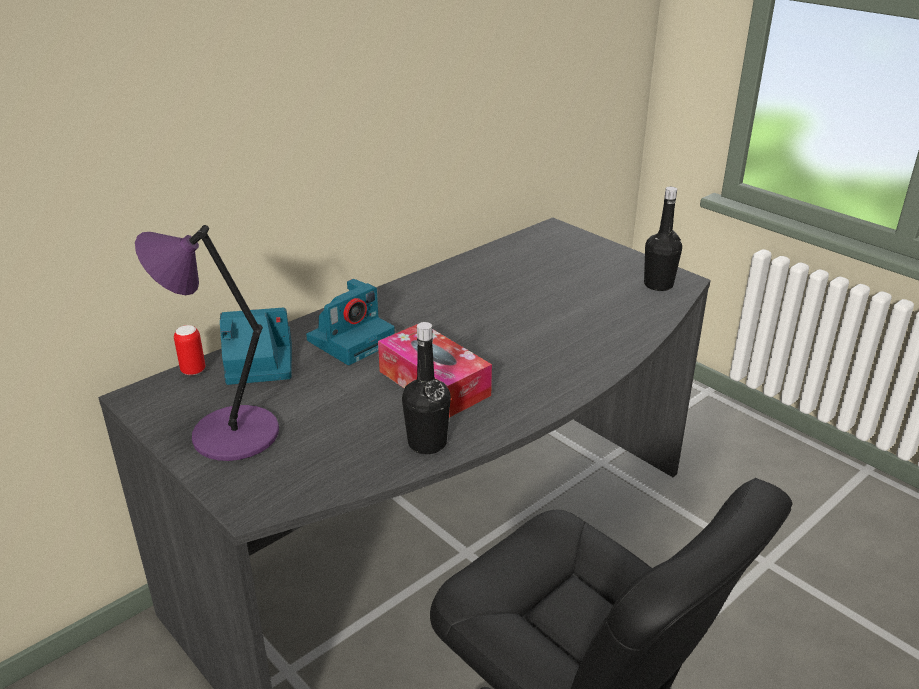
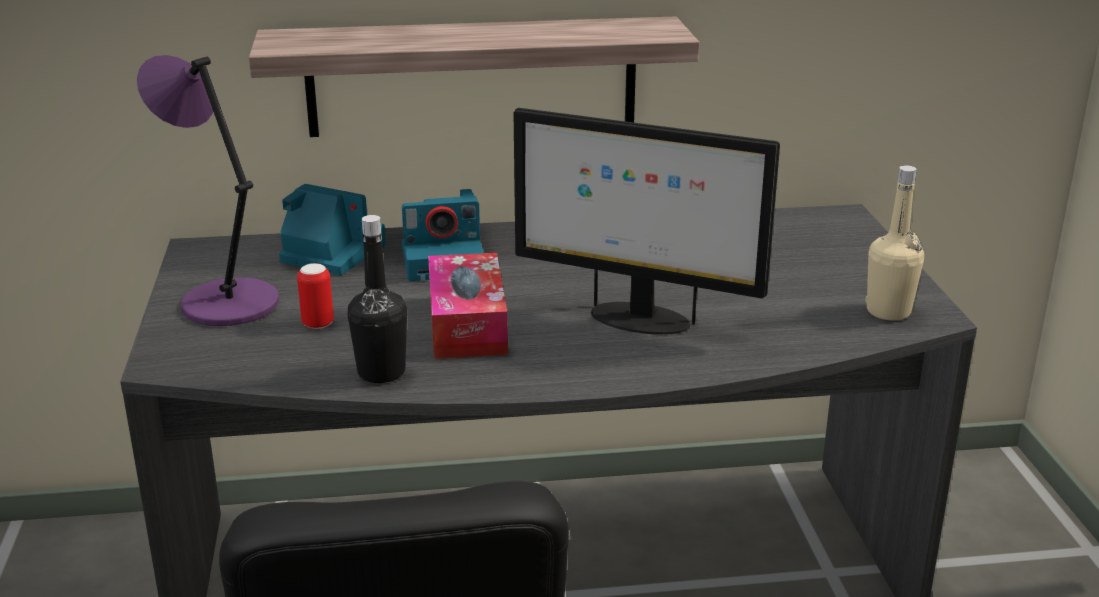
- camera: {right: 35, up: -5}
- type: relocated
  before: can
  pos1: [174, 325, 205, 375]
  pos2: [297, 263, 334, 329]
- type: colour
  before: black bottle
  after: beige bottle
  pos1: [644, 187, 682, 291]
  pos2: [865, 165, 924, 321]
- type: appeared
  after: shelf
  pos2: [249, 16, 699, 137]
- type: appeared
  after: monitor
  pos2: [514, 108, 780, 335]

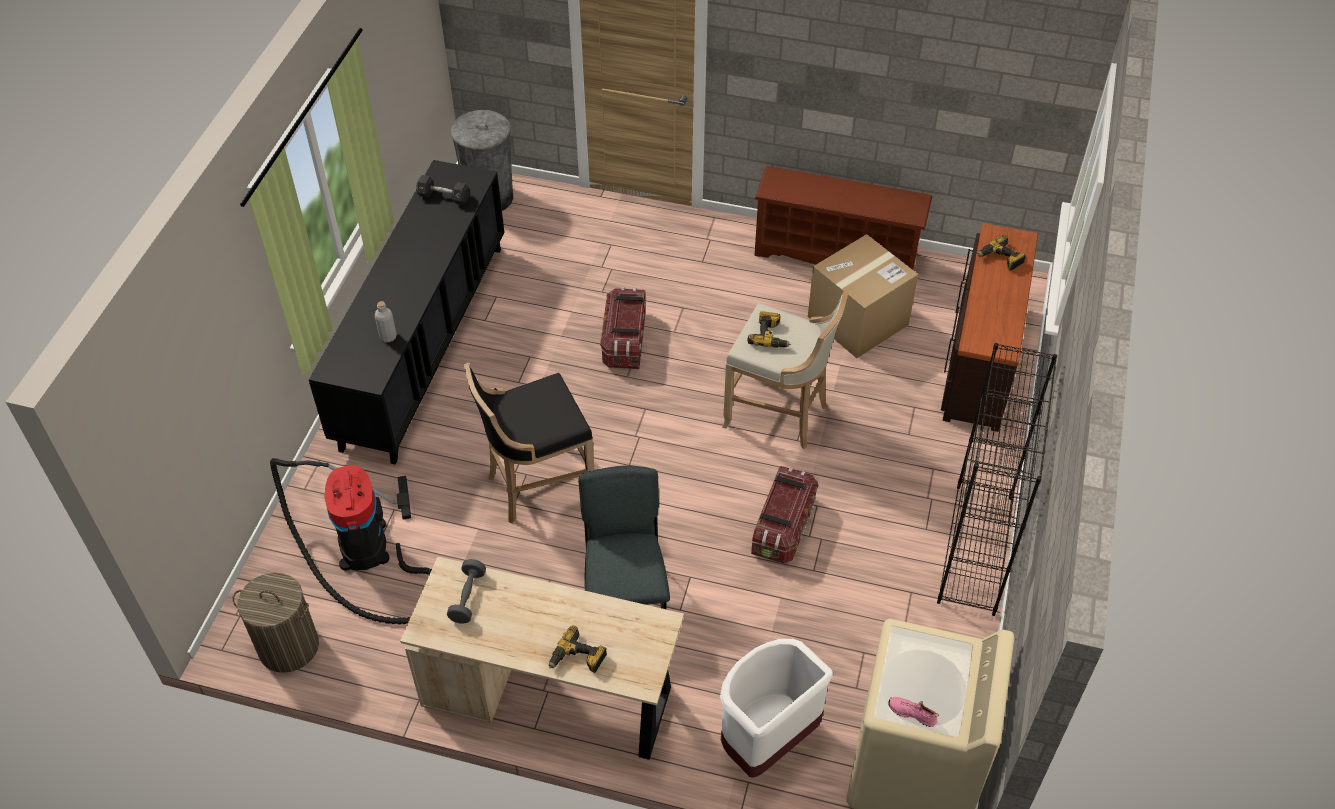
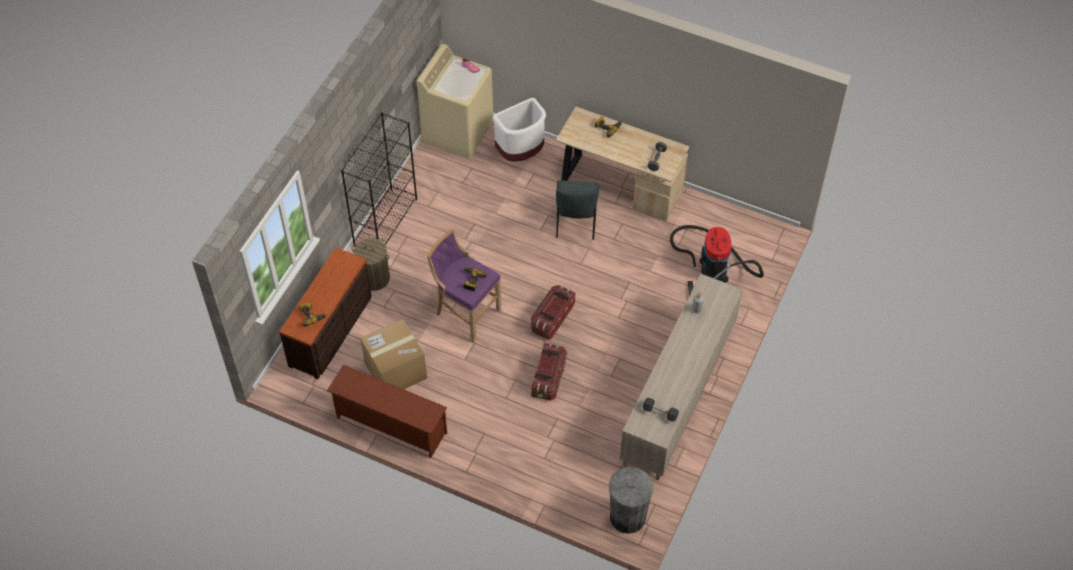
- camera: {right: -170, up: 5}
- type: relocated
  before: laundry basket
  pos1: [232, 573, 319, 673]
  pos2: [352, 238, 390, 291]
- type: colour
  before: black cabinet
  after: beige cabinet
  pos1: [309, 160, 505, 465]
  pos2: [620, 274, 743, 481]
- type: missing
  before: black stool
  pos1: [464, 363, 594, 524]
- type: colour
  before: beige stool
  after: purple stool
  pos1: [722, 290, 849, 449]
  pos2: [427, 229, 502, 343]
- type: relocated
  before: storage box
  pos1: [751, 466, 819, 564]
  pos2: [531, 285, 575, 340]

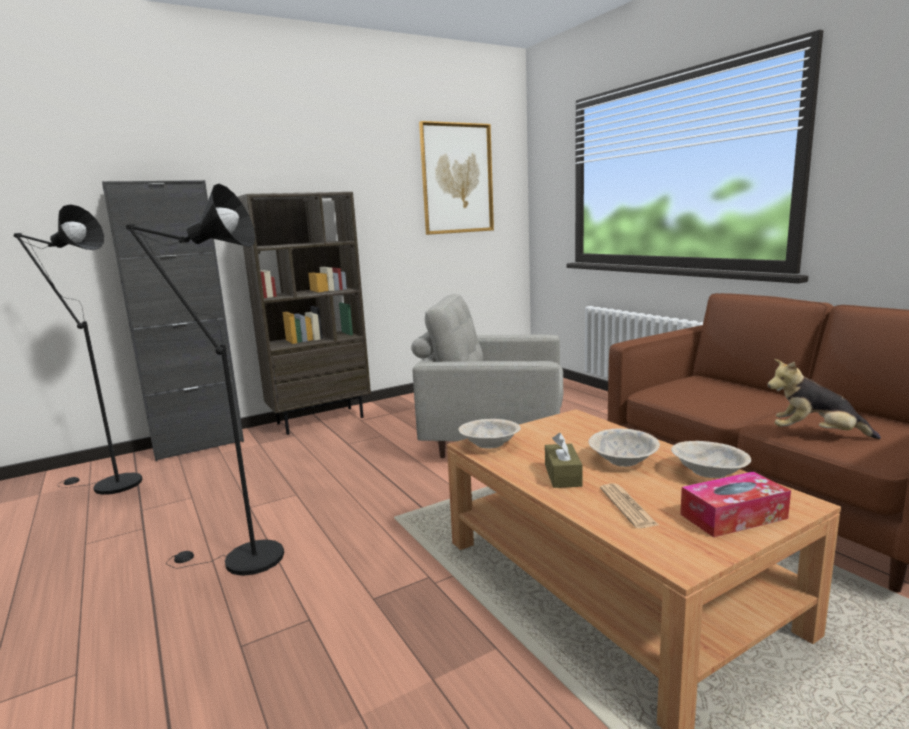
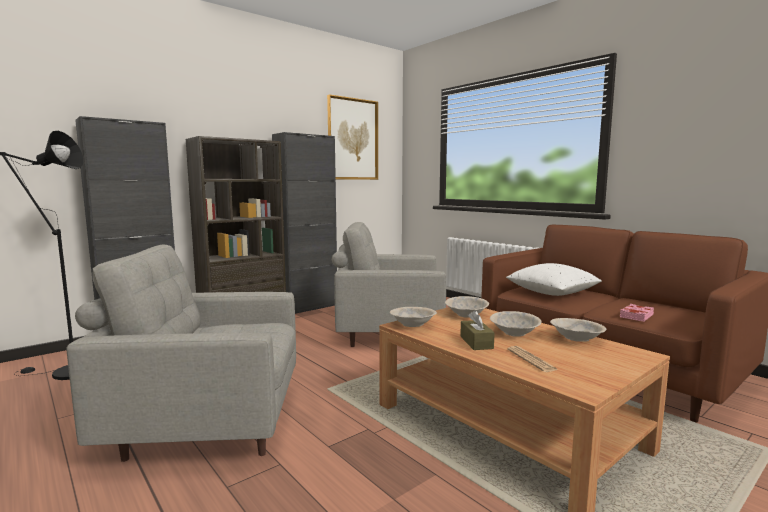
- camera: {right: -10, up: -5}
- type: exchanged
  before: black floor lamp
  after: grey armchair
  pos1: [126, 184, 284, 576]
  pos2: [66, 245, 296, 462]
- type: missing
  before: tissue box
  pos1: [680, 472, 791, 537]
- type: exchanged
  before: plush toy
  after: pink book
  pos1: [768, 359, 881, 439]
  pos2: [619, 304, 654, 322]
- type: appeared
  after: black cabinet
  pos2: [272, 132, 337, 314]
- type: appeared
  after: beige bowl
  pos2: [445, 296, 489, 318]
- type: appeared
  after: white pillow
  pos2: [506, 263, 602, 296]

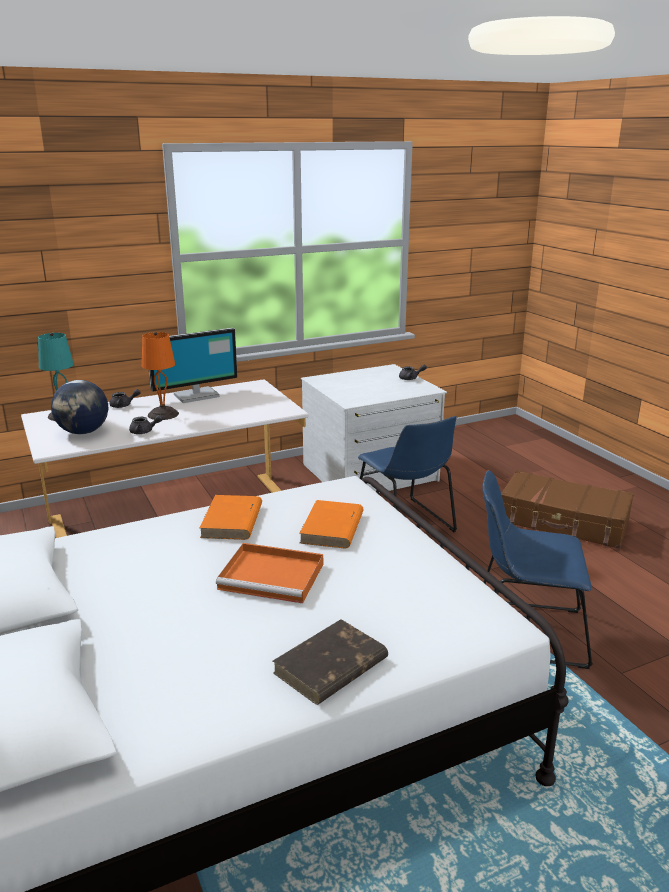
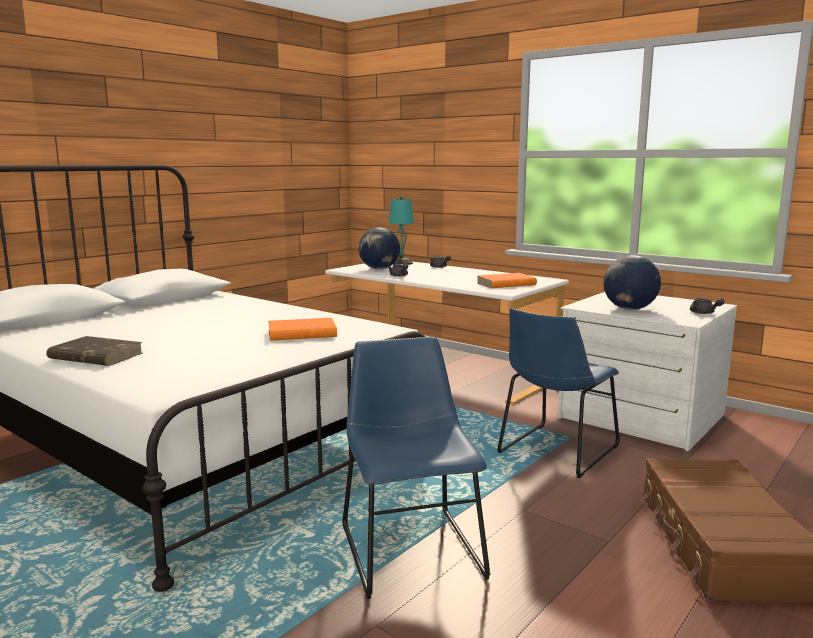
- camera: {right: 65, up: -10}
- type: missing
  before: orange table lamp
  pos1: [142, 332, 179, 420]
- type: missing
  before: monitor
  pos1: [149, 328, 238, 403]
- type: relocated
  before: orange book
  pos1: [199, 495, 262, 540]
  pos2: [477, 273, 537, 288]
- type: missing
  before: orange tray
  pos1: [216, 543, 323, 603]
- type: appeared
  after: globe
  pos2: [603, 255, 661, 310]

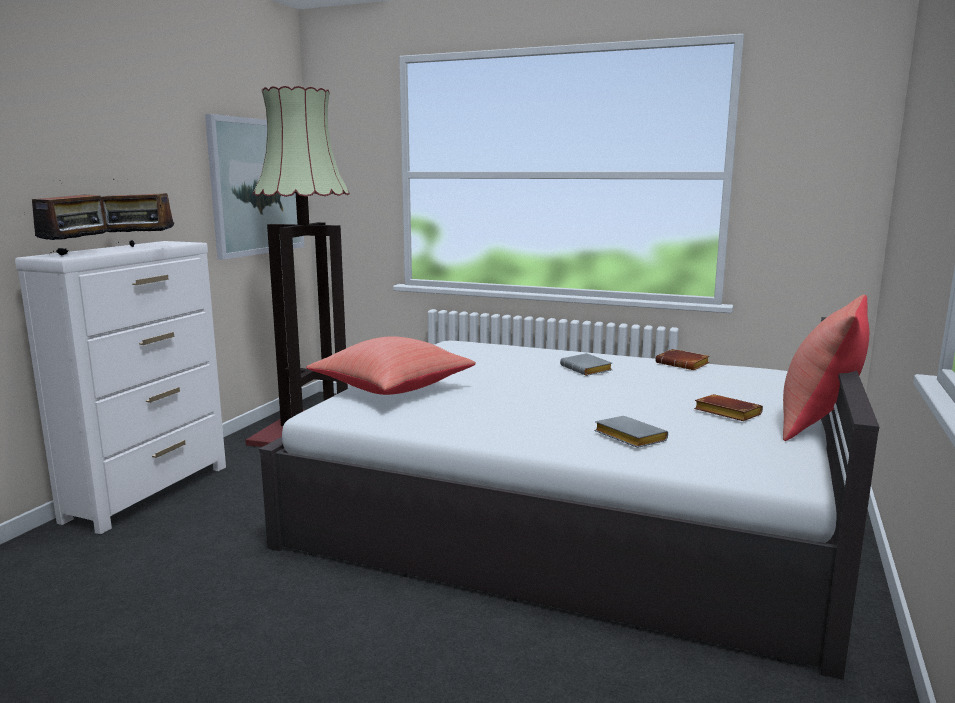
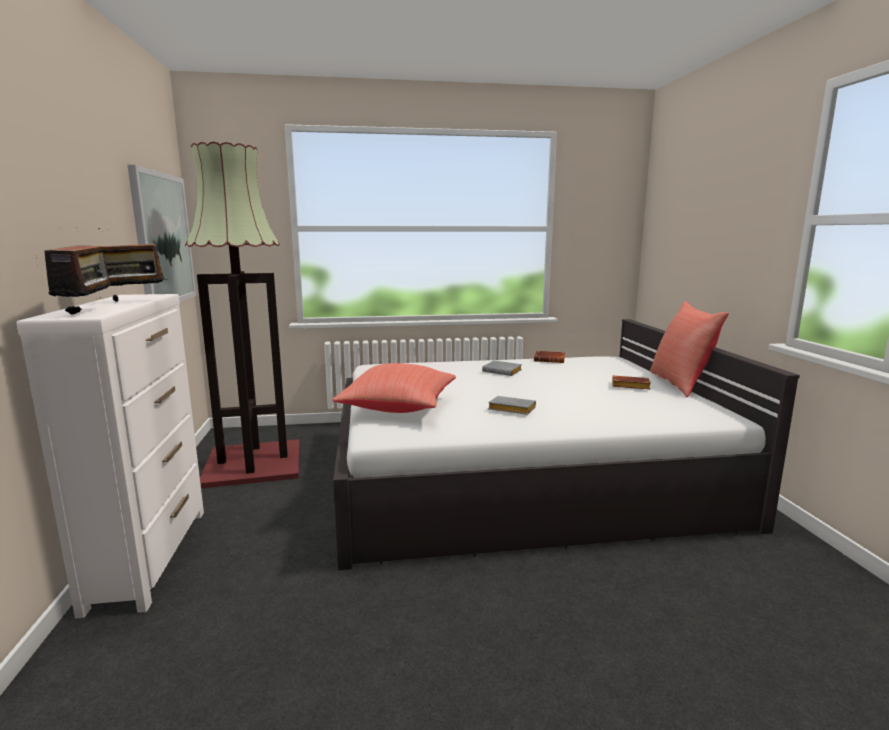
- camera: {right: -30, up: 0}
- type: relocated
  before: grey book
  pos1: [594, 416, 668, 448]
  pos2: [488, 396, 536, 415]

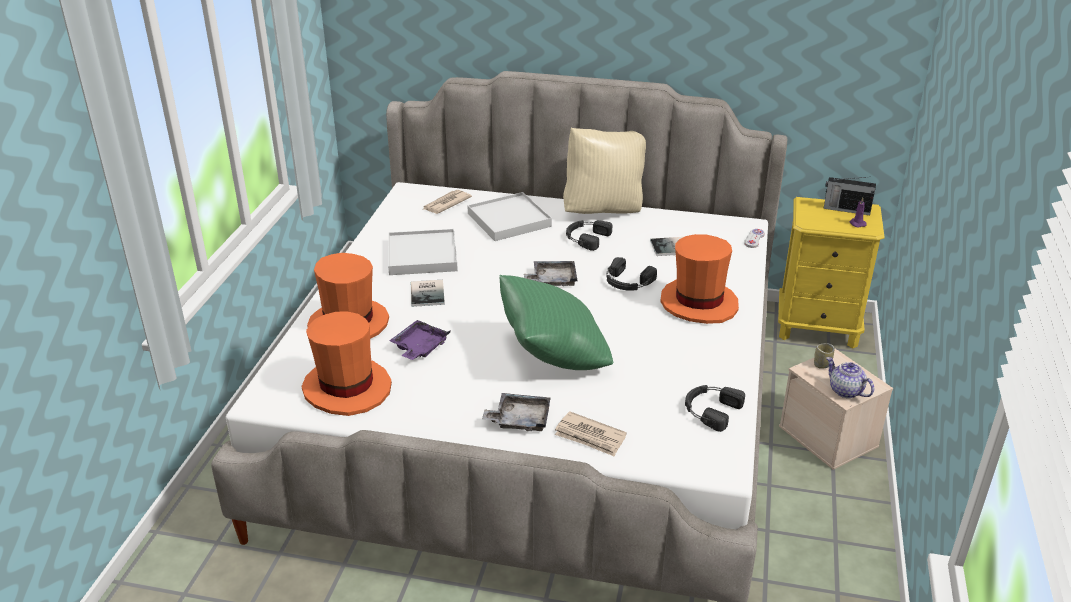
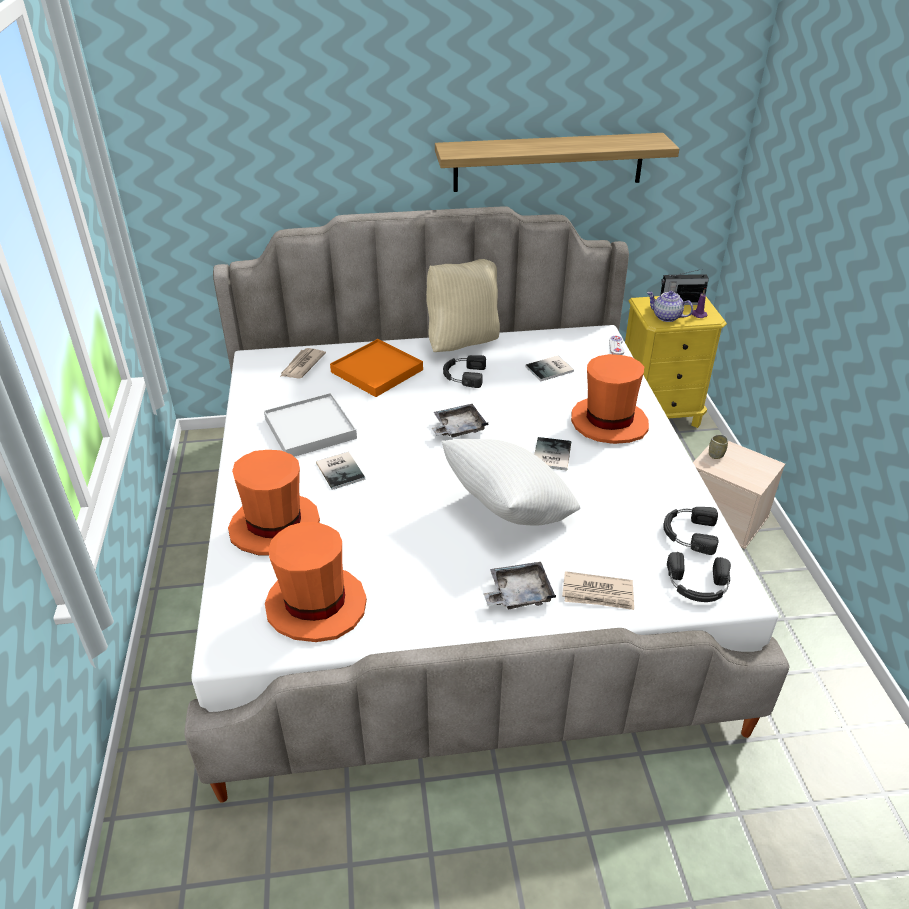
- camera: {right: -20, up: 5}
- type: missing
  before: purple tray
  pos1: [389, 320, 450, 360]
- type: colour
  before: white tray
  after: orange tray
  pos1: [467, 192, 552, 241]
  pos2: [330, 339, 423, 397]
- type: colour
  before: green pillow
  after: white pillow
  pos1: [499, 275, 613, 370]
  pos2: [441, 439, 580, 526]
- type: relocated
  before: black headphones
  pos1: [606, 257, 657, 291]
  pos2: [667, 552, 731, 602]
- type: relocated
  before: teapot
  pos1: [826, 357, 874, 398]
  pos2: [647, 291, 693, 322]
- type: appeared
  after: shelf
  pos2: [435, 133, 679, 192]
- type: appeared
  after: book
  pos2: [534, 437, 571, 470]

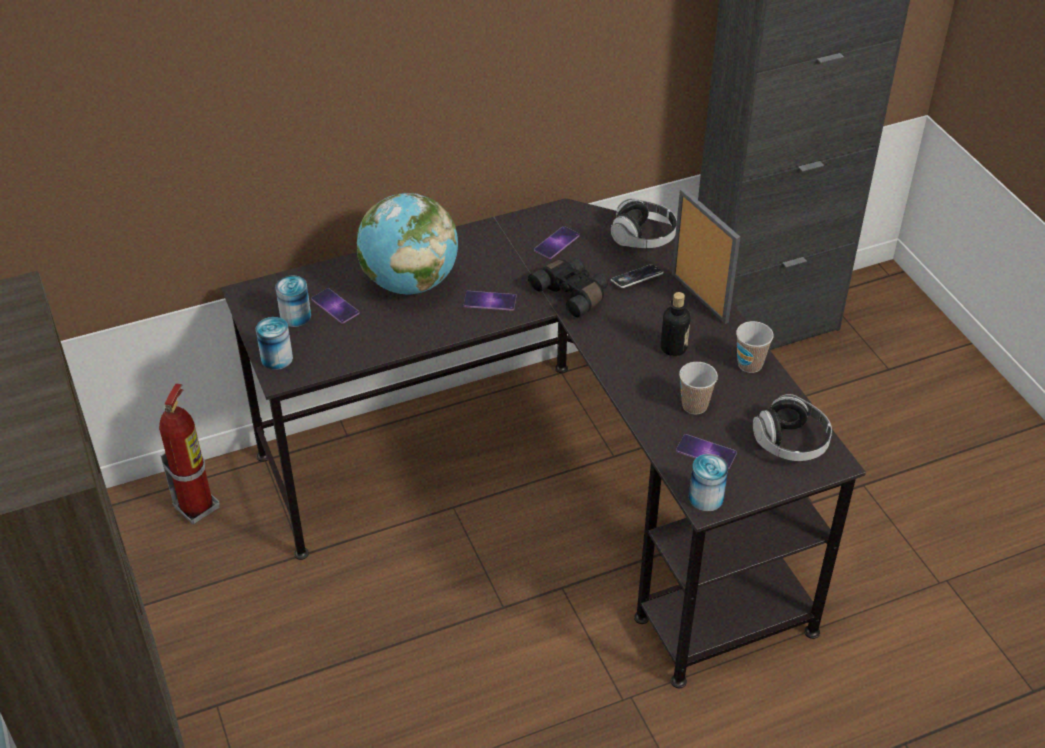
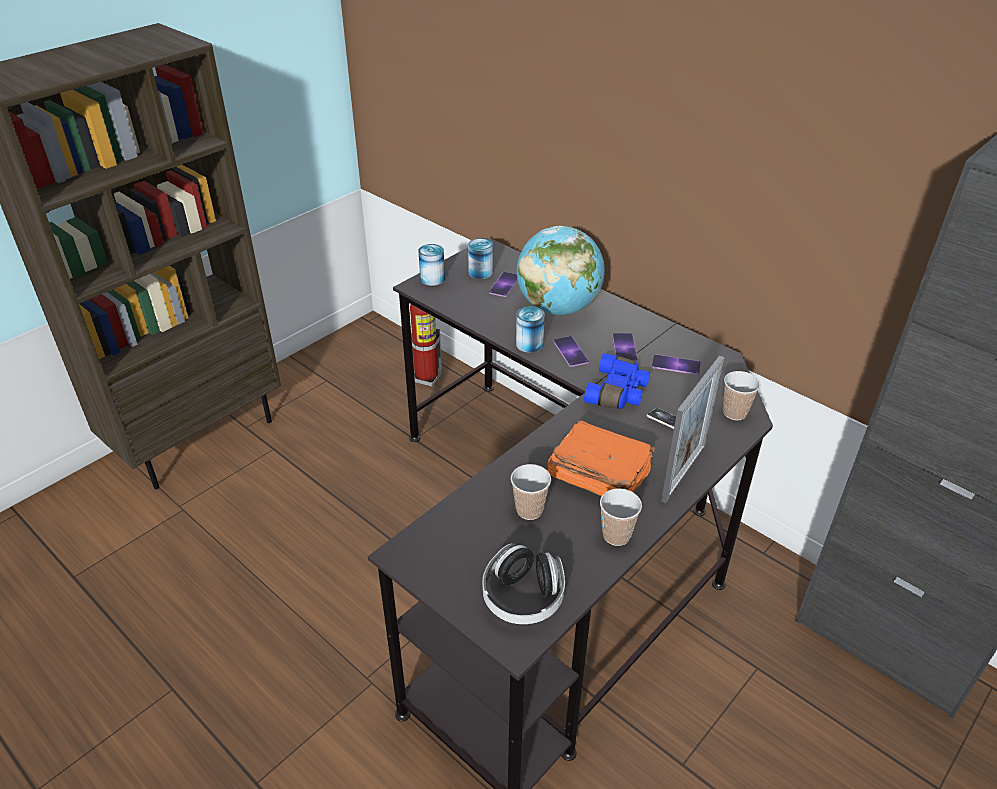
- camera: {right: 65, up: -5}
- type: colour
  before: black binoculars
  after: blue binoculars
  pos1: [528, 258, 608, 319]
  pos2: [584, 353, 650, 409]
- type: exchanged
  before: headphones
  after: cup
  pos1: [611, 198, 677, 248]
  pos2: [723, 371, 761, 420]
- type: exchanged
  before: bottle
  after: orange book
  pos1: [661, 292, 691, 356]
  pos2: [548, 420, 655, 496]
- type: relocated
  before: phone
  pos1: [676, 434, 737, 469]
  pos2: [612, 333, 638, 362]
- type: relocated
  before: can
  pos1: [689, 454, 728, 511]
  pos2: [516, 306, 545, 353]

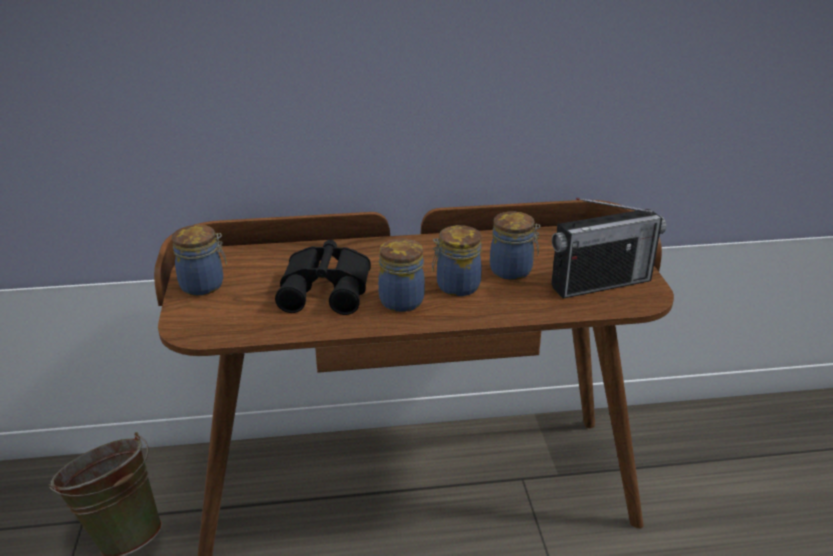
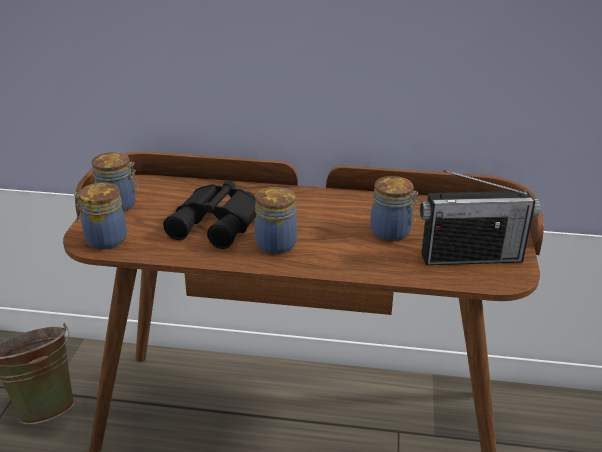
- camera: {right: 15, up: 0}
- type: relocated
  before: jar
  pos1: [432, 225, 482, 296]
  pos2: [74, 182, 127, 249]

